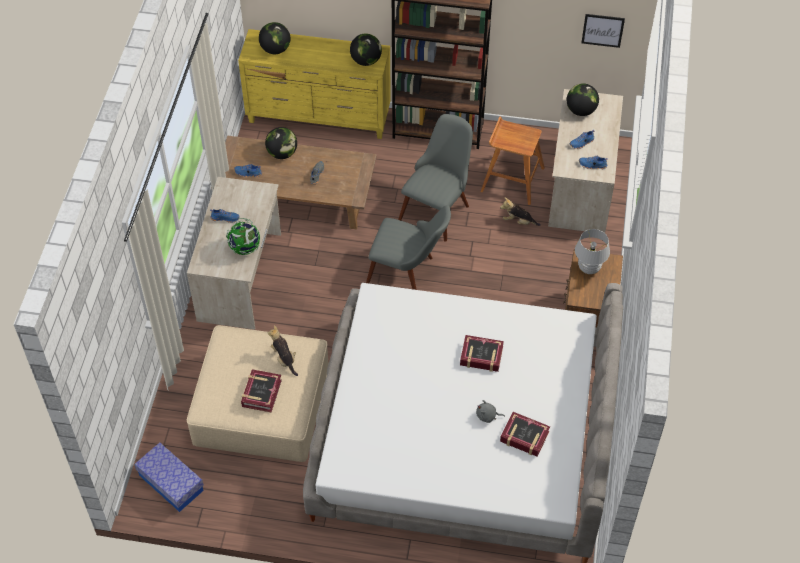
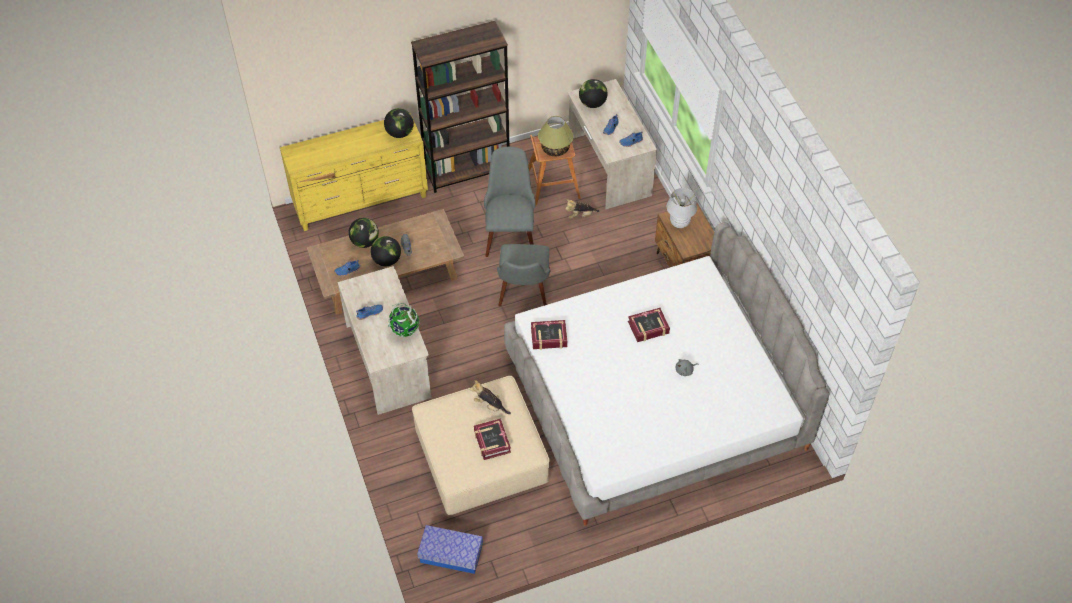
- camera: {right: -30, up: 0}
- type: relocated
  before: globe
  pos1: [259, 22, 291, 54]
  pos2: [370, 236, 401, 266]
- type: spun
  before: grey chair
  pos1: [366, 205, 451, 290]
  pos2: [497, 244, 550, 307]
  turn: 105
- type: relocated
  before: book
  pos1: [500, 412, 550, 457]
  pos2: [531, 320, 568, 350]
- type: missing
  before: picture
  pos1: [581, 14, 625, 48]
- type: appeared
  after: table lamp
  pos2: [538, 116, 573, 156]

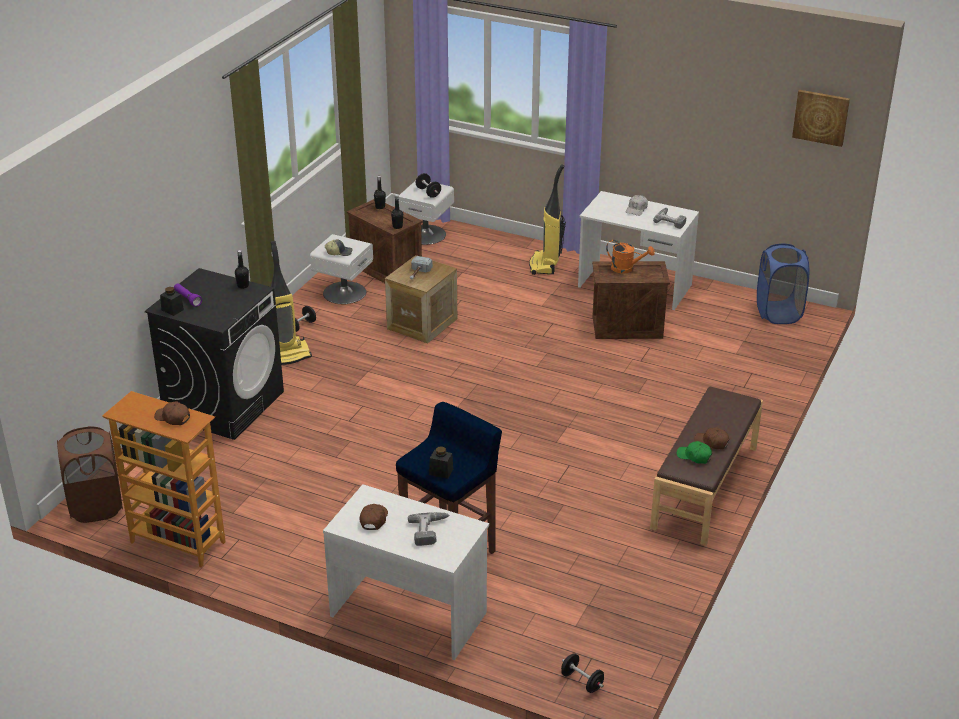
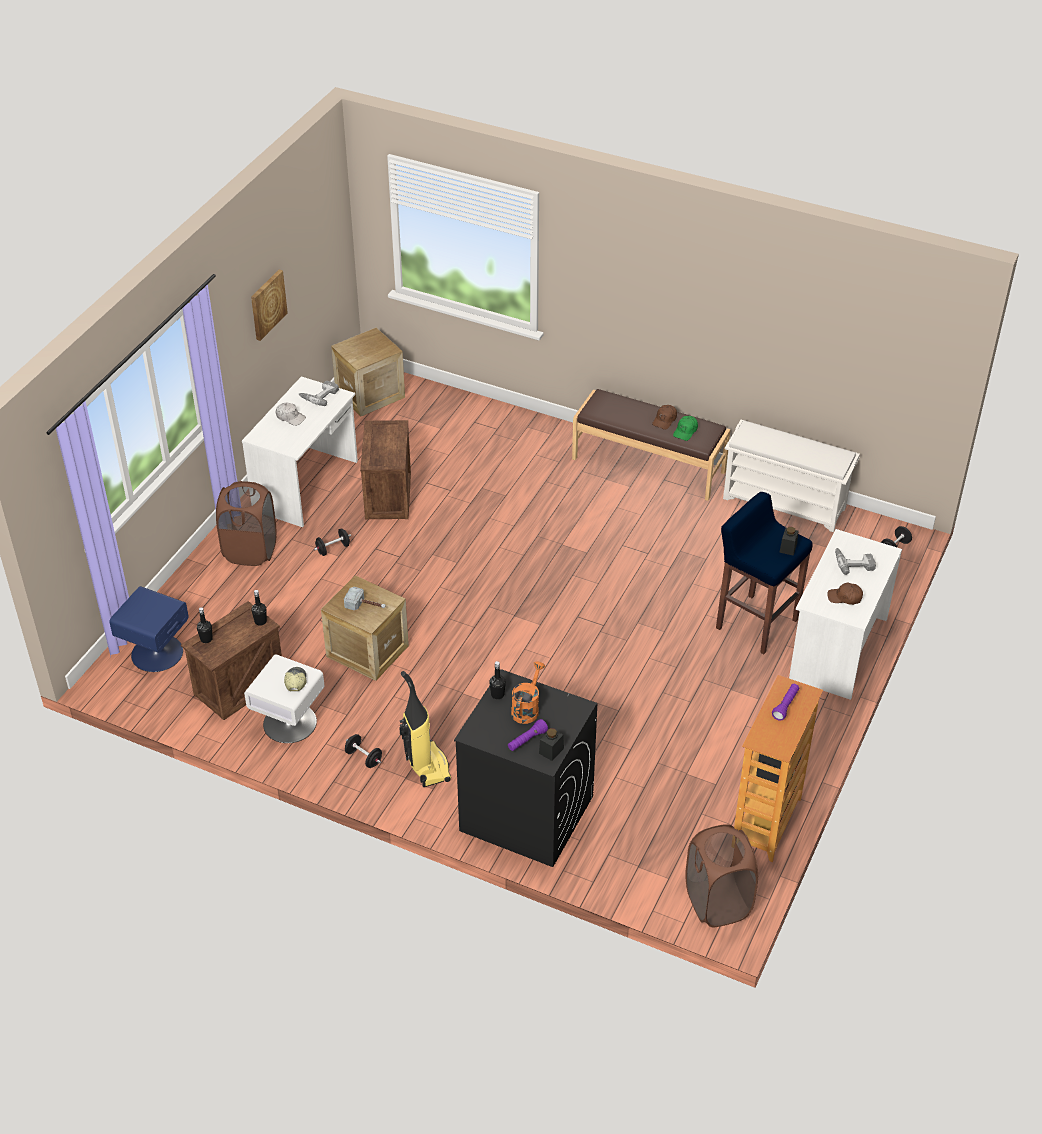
- camera: {right: -90, up: 10}
- type: exchanged
  before: brown cap
  after: purple flashlight
  pos1: [154, 401, 190, 425]
  pos2: [772, 684, 799, 721]
- type: colour
  before: white nightstand
  after: blue nightstand
  pos1: [399, 181, 454, 245]
  pos2: [109, 586, 189, 672]
- type: relocated
  before: black dumbbell
  pos1: [416, 173, 441, 198]
  pos2: [314, 528, 351, 556]
- type: exchanged
  before: vacuum cleaner
  after: brown laundry basket
  pos1: [529, 164, 566, 275]
  pos2: [216, 481, 276, 566]
- type: relocated
  before: orange watering can
  pos1: [606, 240, 655, 273]
  pos2: [511, 661, 545, 724]
- type: exchanged
  before: blue laundry basket
  after: crate
  pos1: [757, 244, 809, 324]
  pos2: [331, 328, 405, 416]
- type: relocated
  before: picture
  pos1: [792, 90, 850, 147]
  pos2: [251, 269, 288, 341]
- type: appeared
  after: white shoe rack
  pos2: [723, 420, 860, 532]

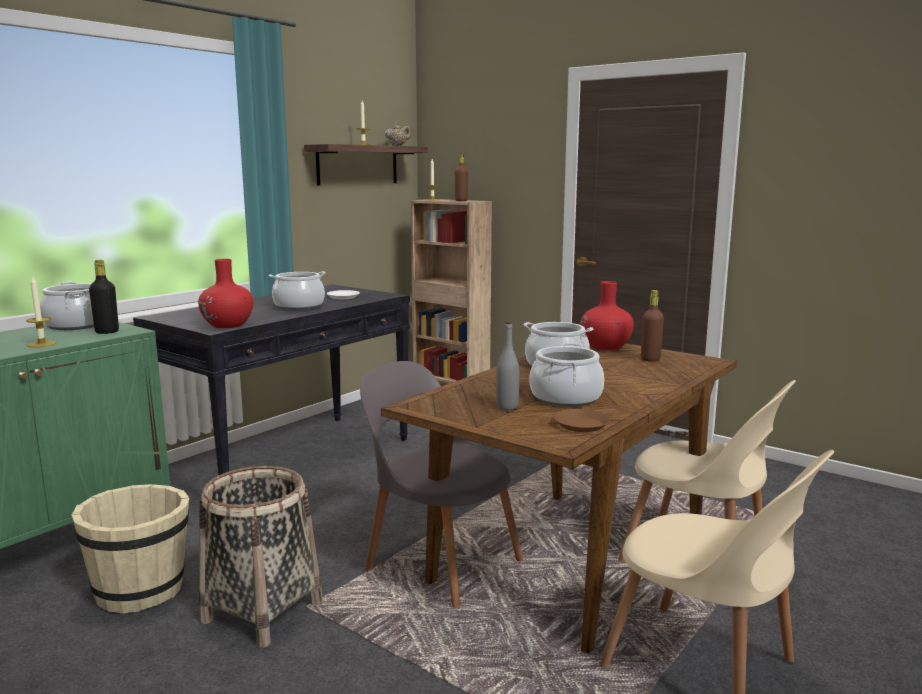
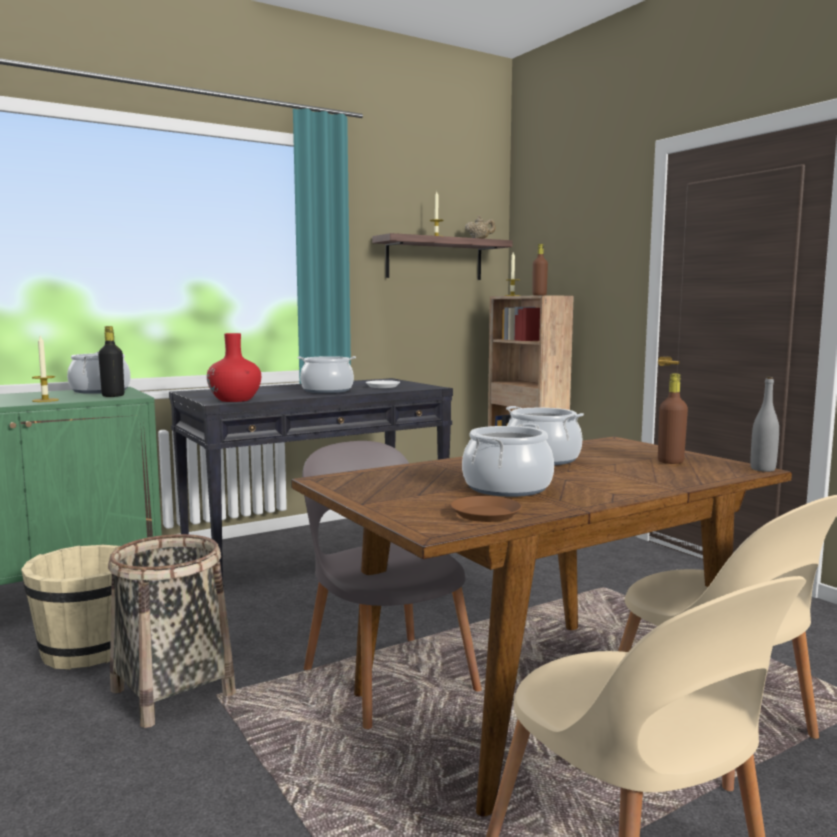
- camera: {right: 20, up: -5}
- type: relocated
  before: grey bottle
  pos1: [496, 321, 519, 410]
  pos2: [750, 377, 779, 472]
- type: missing
  before: red vase
  pos1: [580, 281, 634, 350]

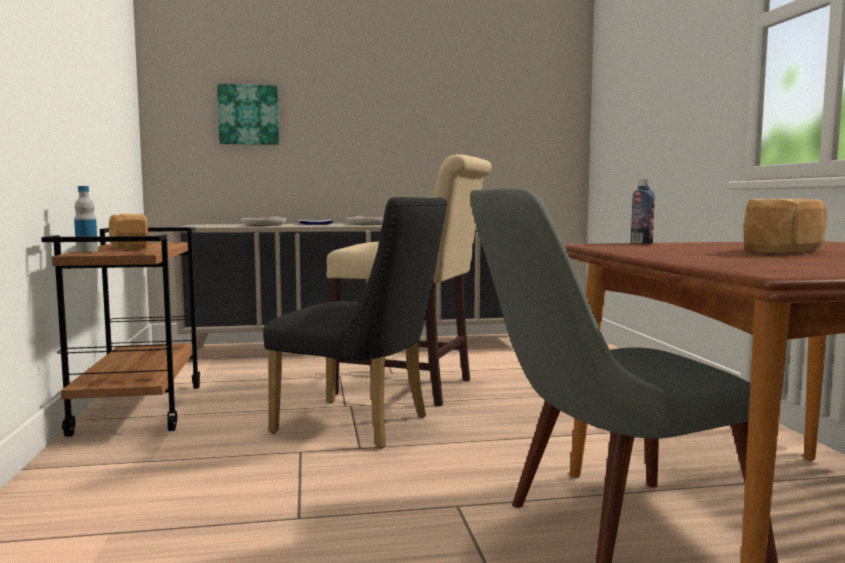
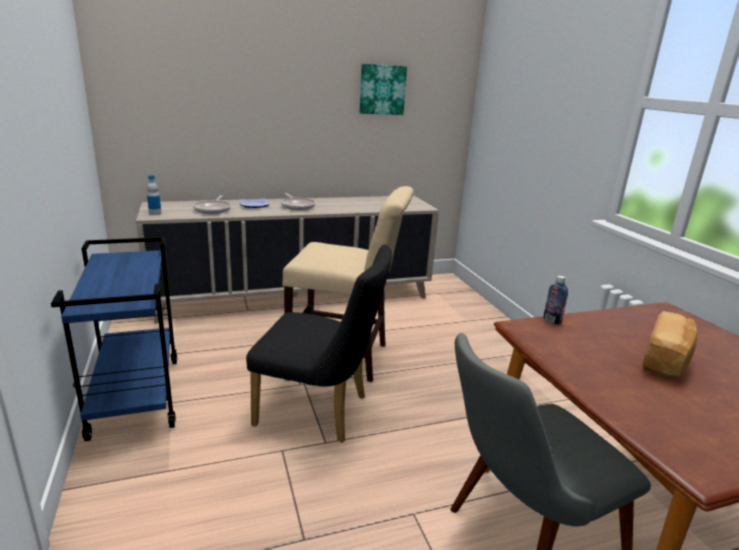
- camera: {right: -10, up: 15}
- type: colour
  before: brown cart
  after: blue cart
  pos1: [41, 227, 200, 437]
  pos2: [51, 237, 177, 441]
- type: relocated
  before: bottle
  pos1: [74, 186, 98, 252]
  pos2: [147, 175, 162, 215]
- type: missing
  before: bread
  pos1: [109, 214, 148, 250]
- type: relocated
  before: picture
  pos1: [217, 84, 279, 145]
  pos2: [359, 64, 407, 115]

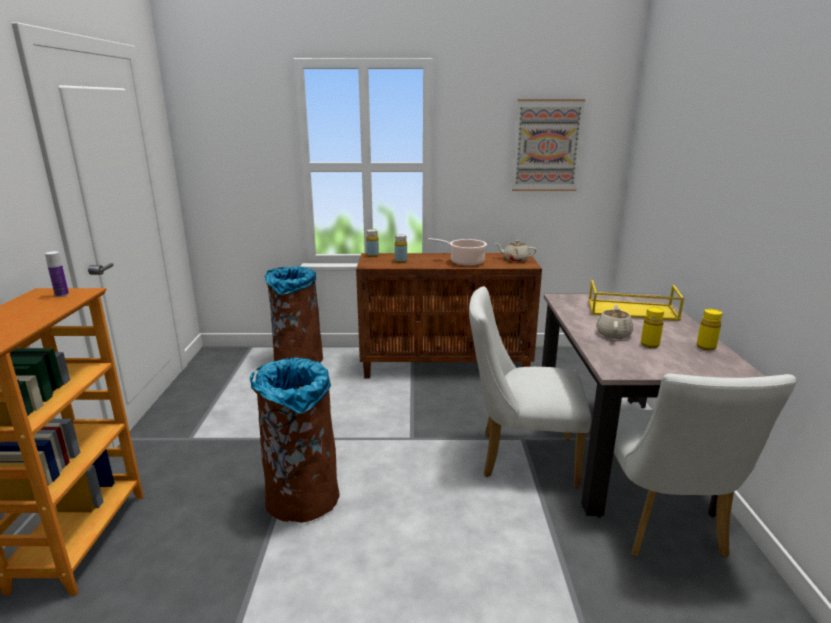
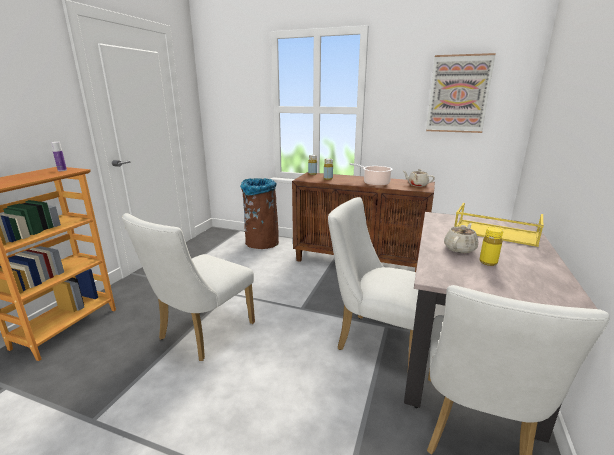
- camera: {right: 20, up: 0}
- type: exchanged
  before: brown trash can
  after: white chair
  pos1: [250, 358, 340, 523]
  pos2: [122, 213, 255, 361]
- type: missing
  before: yellow bottle
  pos1: [697, 309, 722, 351]

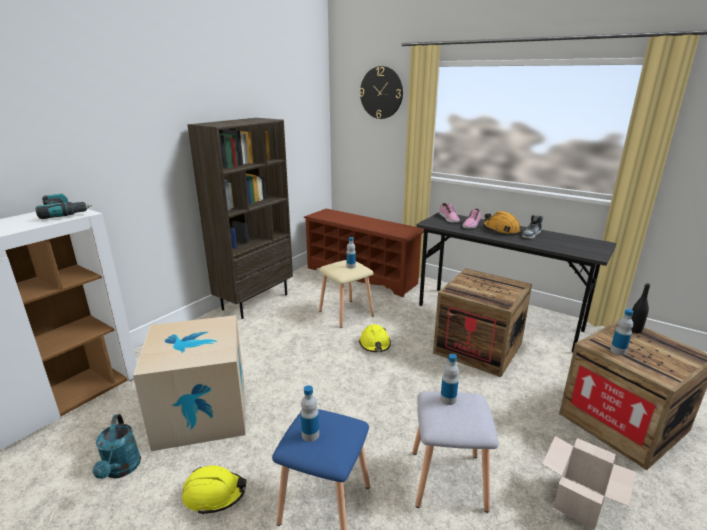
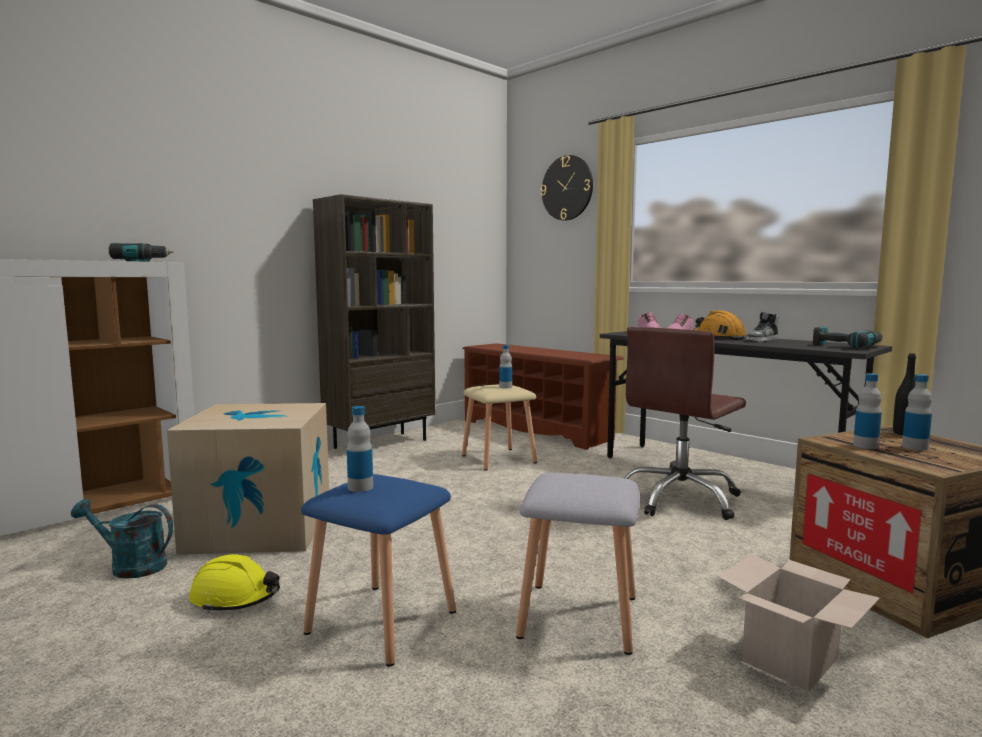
- camera: {right: 10, up: -15}
- type: spun
  before: turquoise watering can
  pos1: [93, 414, 141, 479]
  pos2: [71, 499, 173, 579]
  turn: 105
- type: missing
  before: yellow hard hat
  pos1: [359, 324, 391, 352]
- type: exchanged
  before: crate
  after: brown office chair
  pos1: [433, 268, 532, 377]
  pos2: [625, 327, 746, 520]
- type: relocated
  before: bottle
  pos1: [440, 354, 459, 405]
  pos2: [902, 374, 932, 450]
- type: appeared
  after: power drill
  pos2: [813, 327, 882, 348]

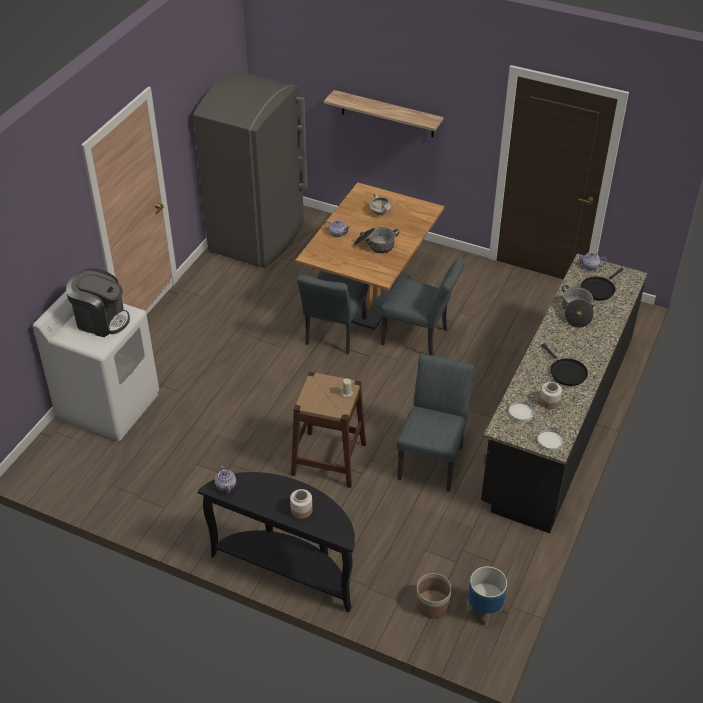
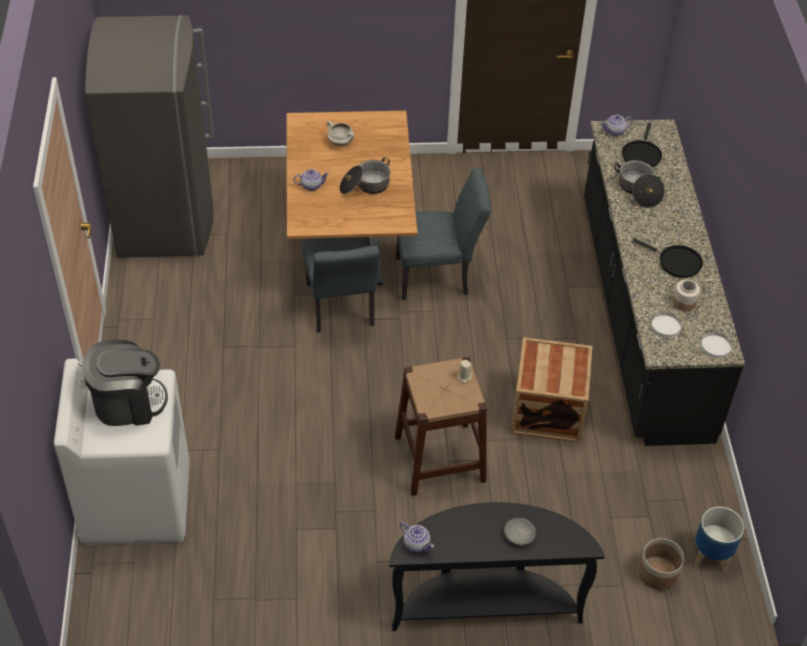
- camera: {right: -30, up: 5}
- type: exchanged
  before: jar
  after: grey bowl
  pos1: [290, 489, 313, 519]
  pos2: [504, 518, 536, 545]
- type: missing
  before: shelf
  pos1: [324, 90, 444, 137]
- type: exchanged
  before: grey chair
  after: crate
  pos1: [397, 354, 475, 492]
  pos2: [511, 337, 592, 443]

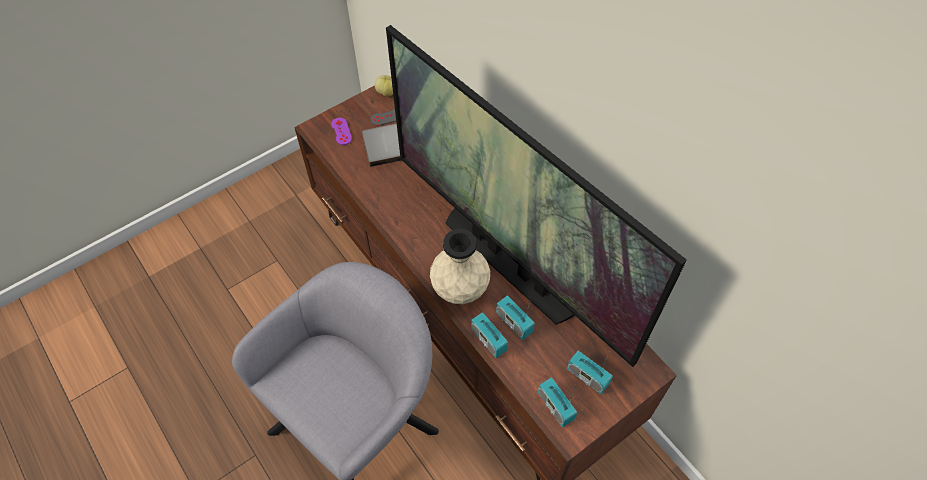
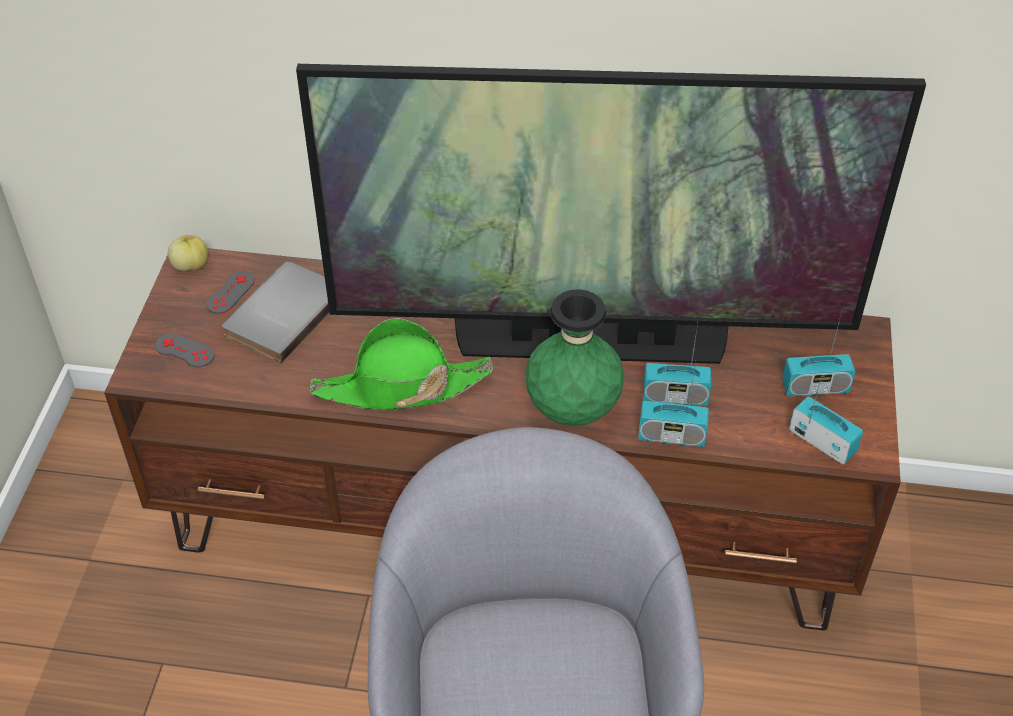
- camera: {right: -45, up: -10}
- type: colour
  before: purple game controller
  after: grey game controller
  pos1: [331, 118, 352, 145]
  pos2: [155, 333, 215, 367]
- type: colour
  before: beige vase
  after: green vase
  pos1: [430, 229, 490, 304]
  pos2: [525, 289, 625, 426]
- type: spun
  before: radio
  pos1: [538, 377, 577, 427]
  pos2: [789, 378, 863, 465]
  turn: -150
- type: appeared
  after: green hat
  pos2: [310, 318, 494, 410]

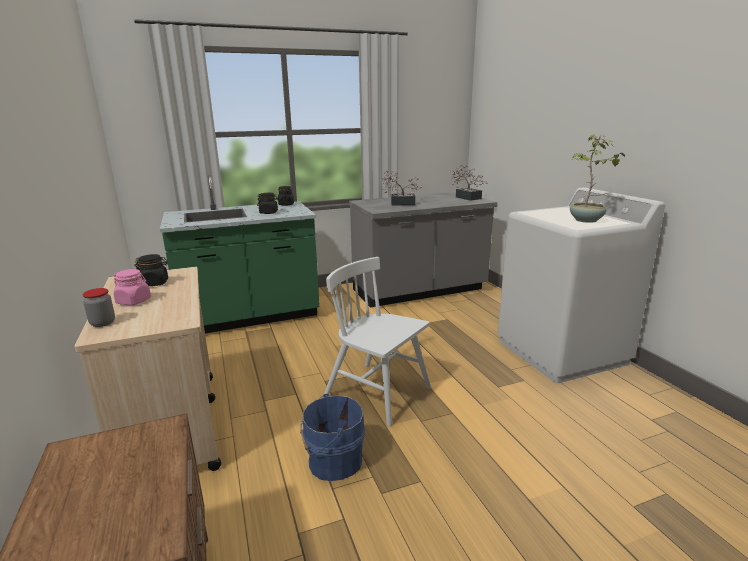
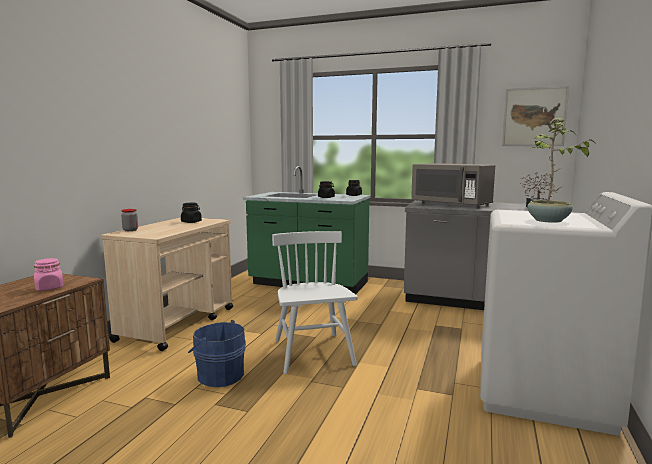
- camera: {right: 40, up: -10}
- type: relocated
  before: pink jar
  pos1: [113, 269, 151, 305]
  pos2: [34, 258, 64, 291]
- type: exchanged
  before: potted plant
  after: grey microwave
  pos1: [381, 170, 422, 205]
  pos2: [411, 163, 495, 208]
- type: appeared
  after: picture
  pos2: [502, 86, 569, 146]

